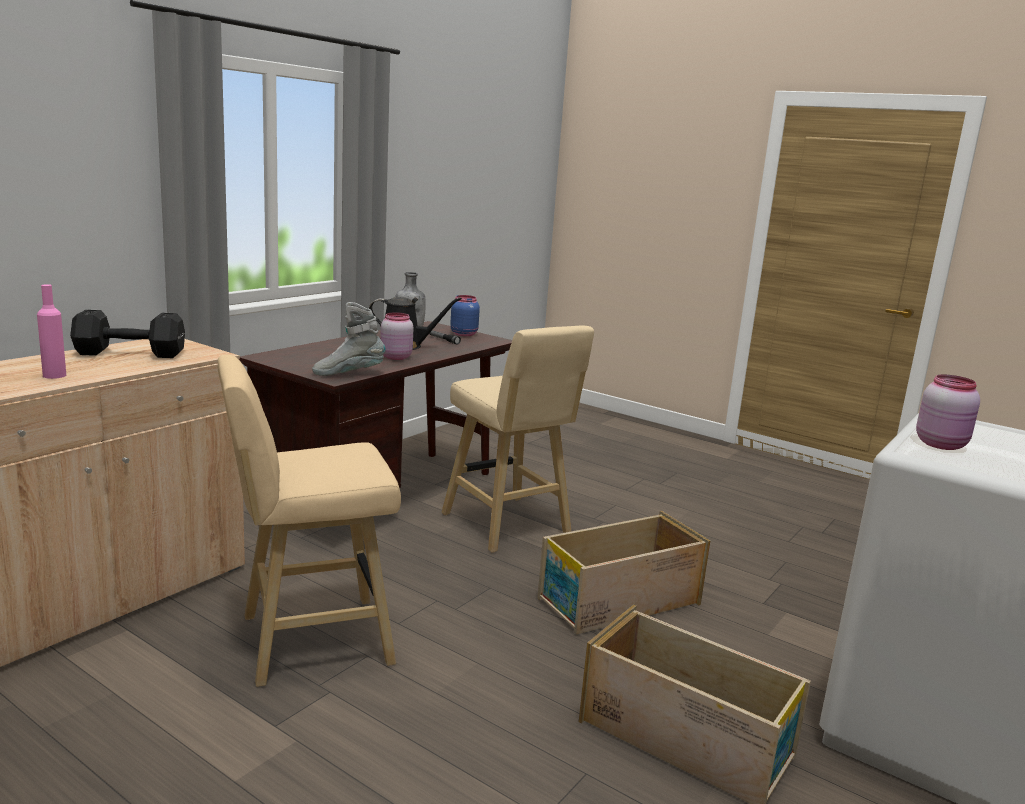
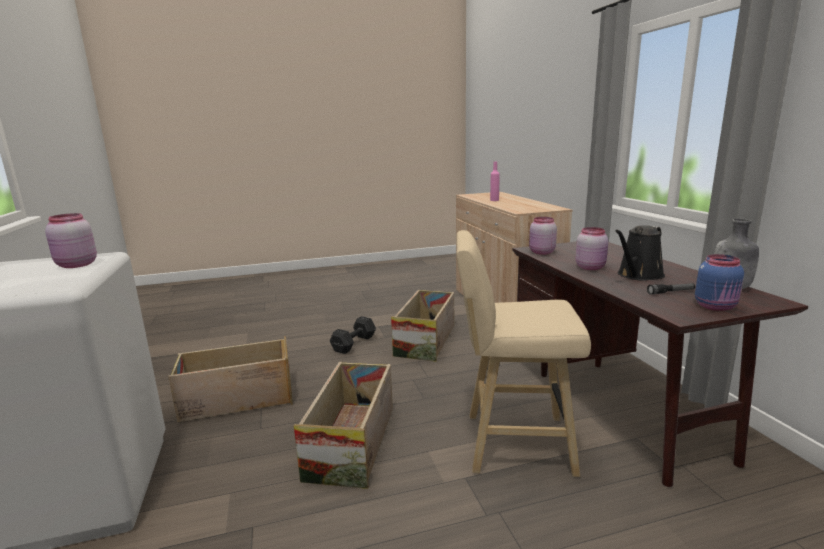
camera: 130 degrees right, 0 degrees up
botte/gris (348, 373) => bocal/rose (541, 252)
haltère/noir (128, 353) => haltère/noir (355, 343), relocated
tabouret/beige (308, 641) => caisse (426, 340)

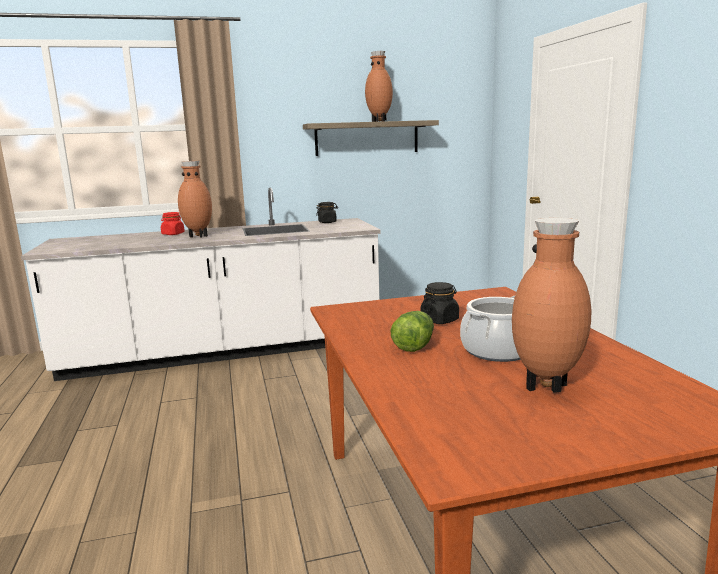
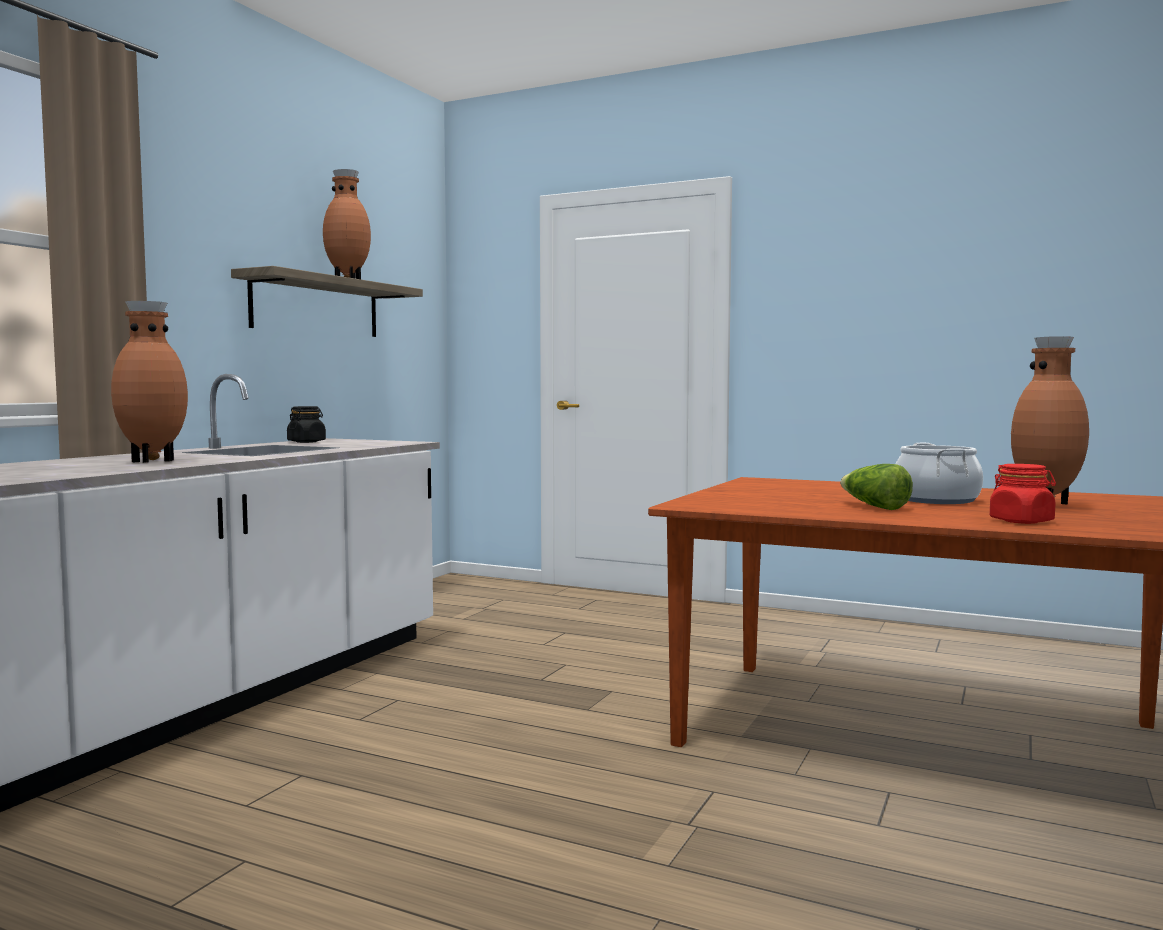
camera: 50 degrees left, 10 degrees down
bocal/rouge (173, 234) => bocal/rouge (1021, 521), relocated
bocal/noir (439, 320) => nothing

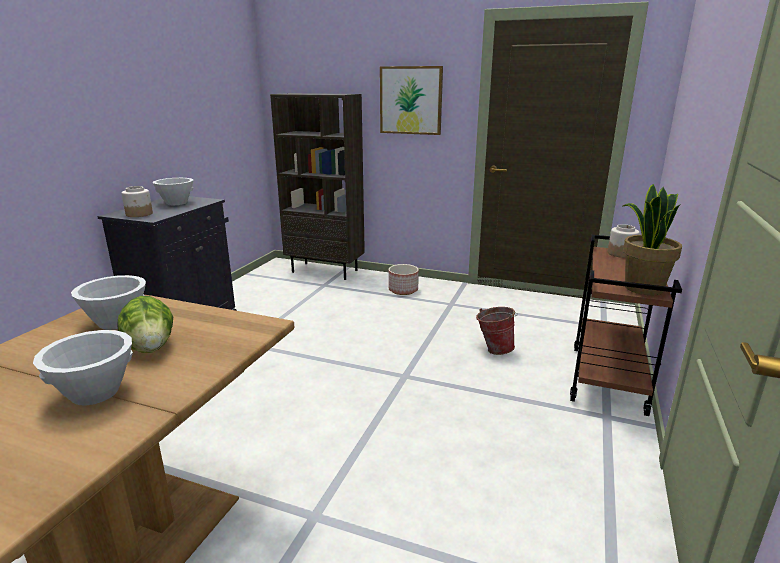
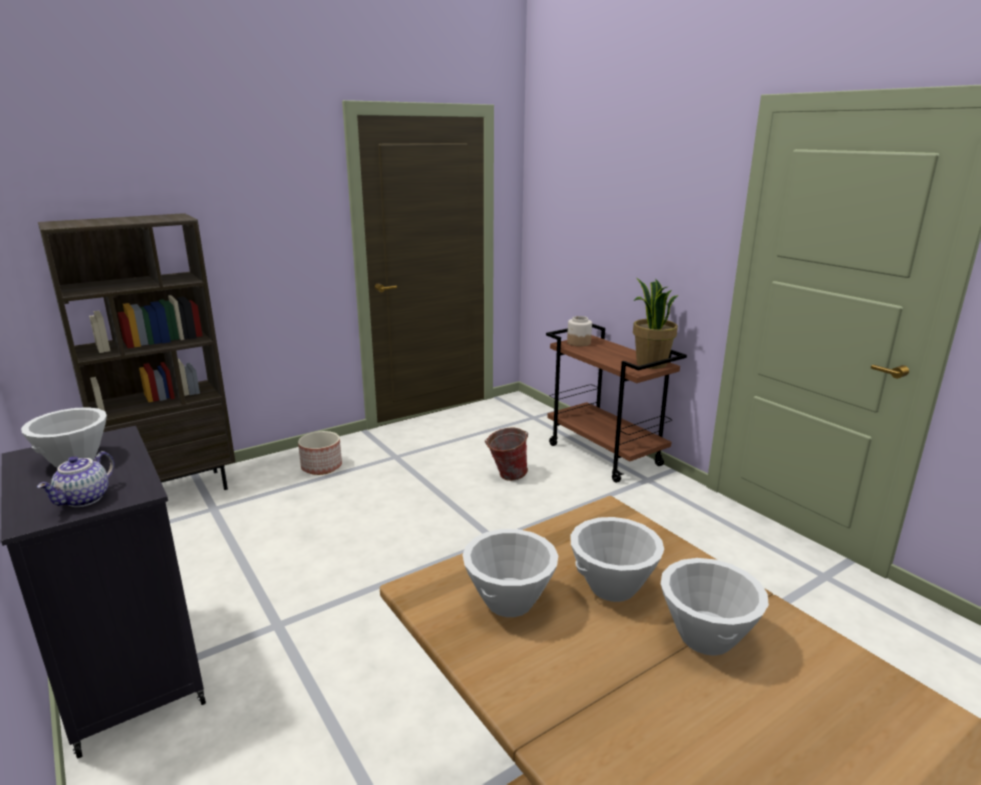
camera: 55 degrees left, 0 degrees up
tableau (411, 100) => nothing
bocal (139, 214) => théière (84, 499)
laitue (151, 347) => bol/blanc (612, 586)

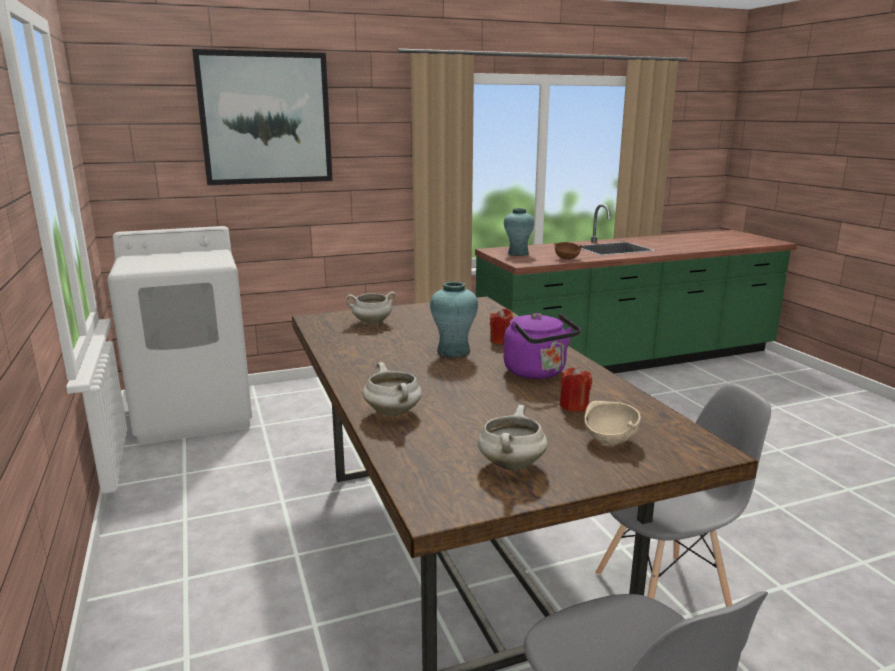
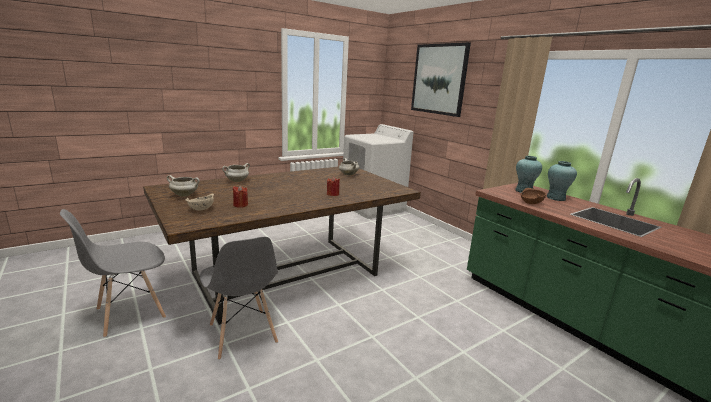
camera: 75 degrees right, 0 degrees up
vase/turquoise (453, 351) => vase/turquoise (555, 198), relocated
bouilloire/violet (538, 373) => nothing

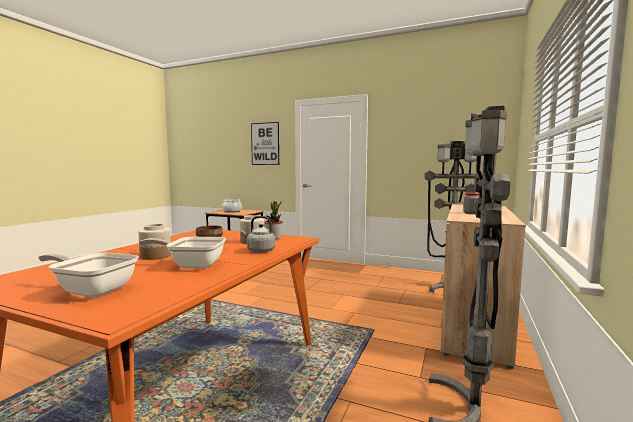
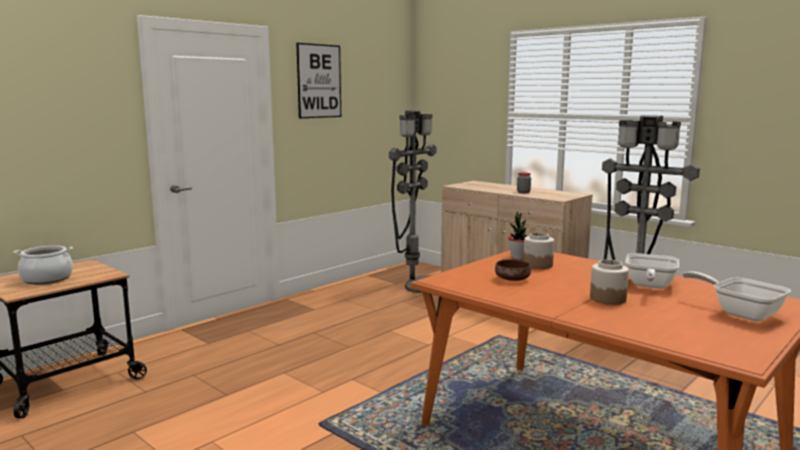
camera: 70 degrees left, 5 degrees up
tableau (265, 143) => tableau (319, 81), relocated
bouilloire/gris (259, 251) => nothing
poêle (92, 290) => poêle (740, 313), 105 degrees clockwise

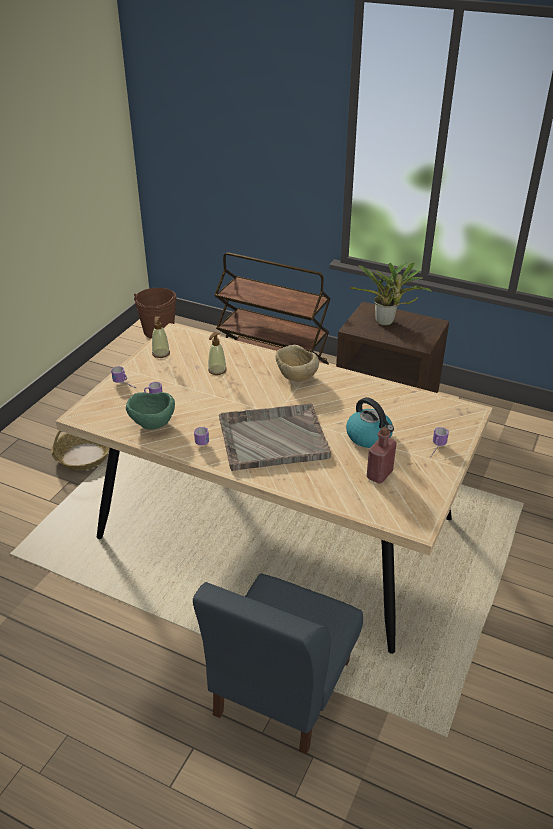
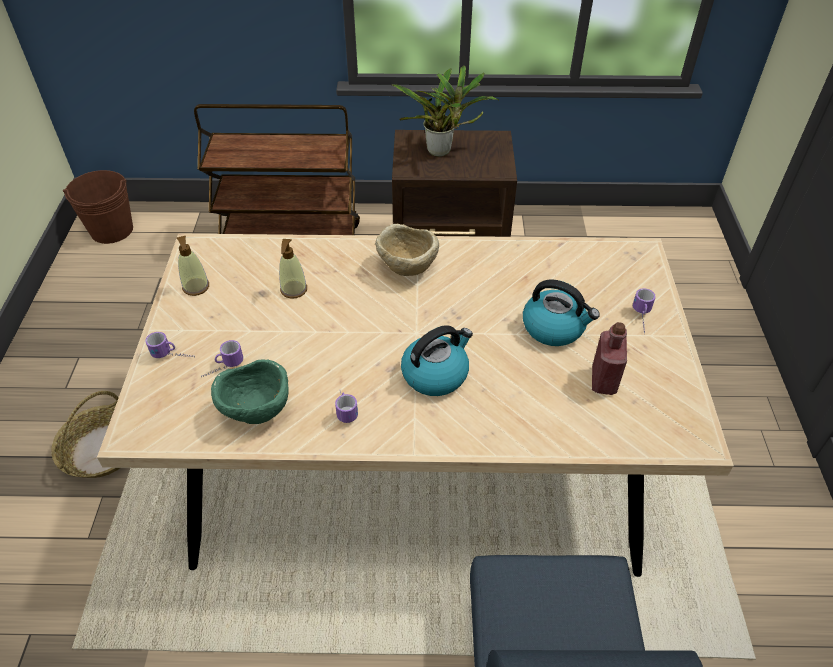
camera: 25 degrees left, 10 degrees up
plateau/gris (272, 438) => bouilloire (435, 374)

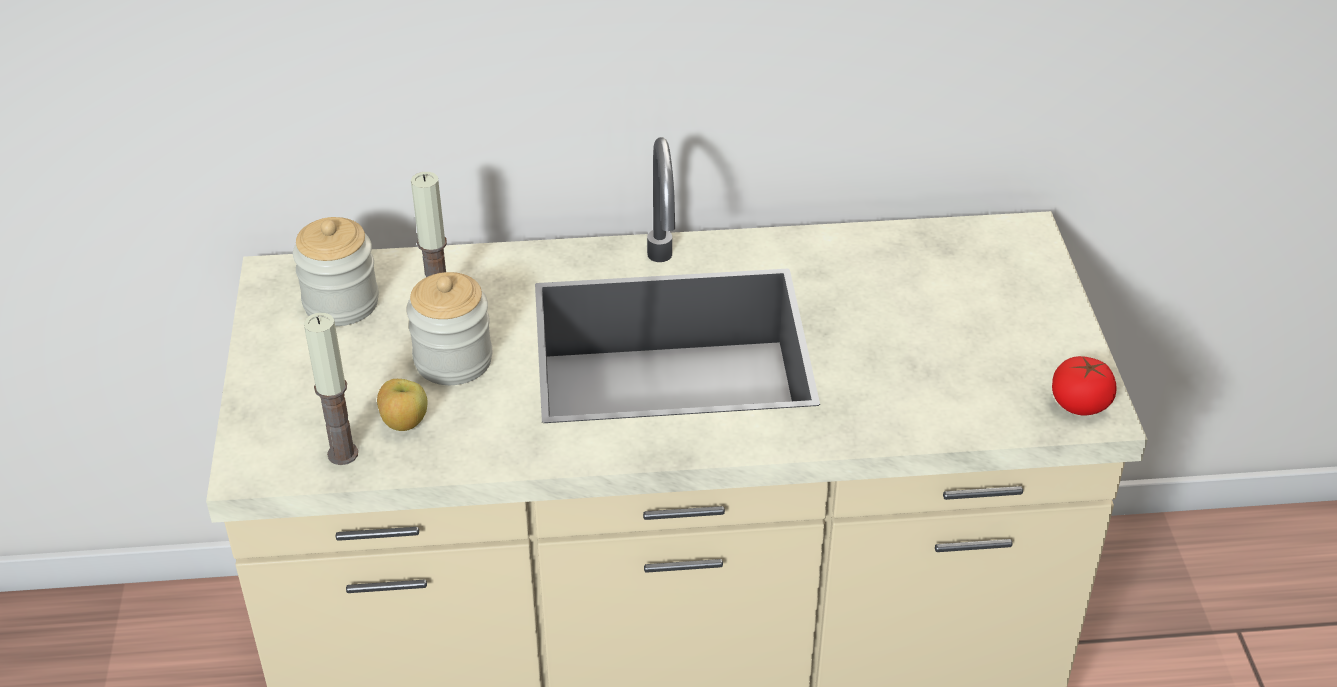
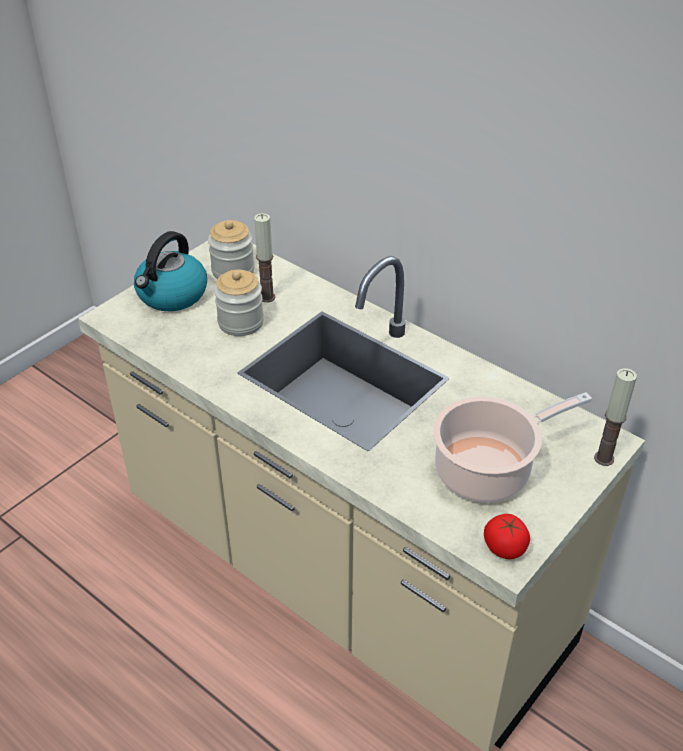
camera: 45 degrees right, 0 degrees up
bougie (343, 454) => bougie (604, 458), relocated
pomme (404, 423) => nothing
nothing => bouilloire (172, 295)
nothing => marmite (488, 470)

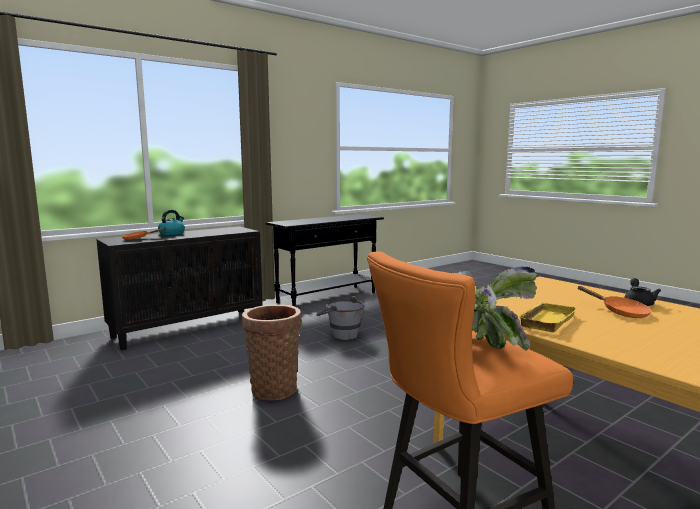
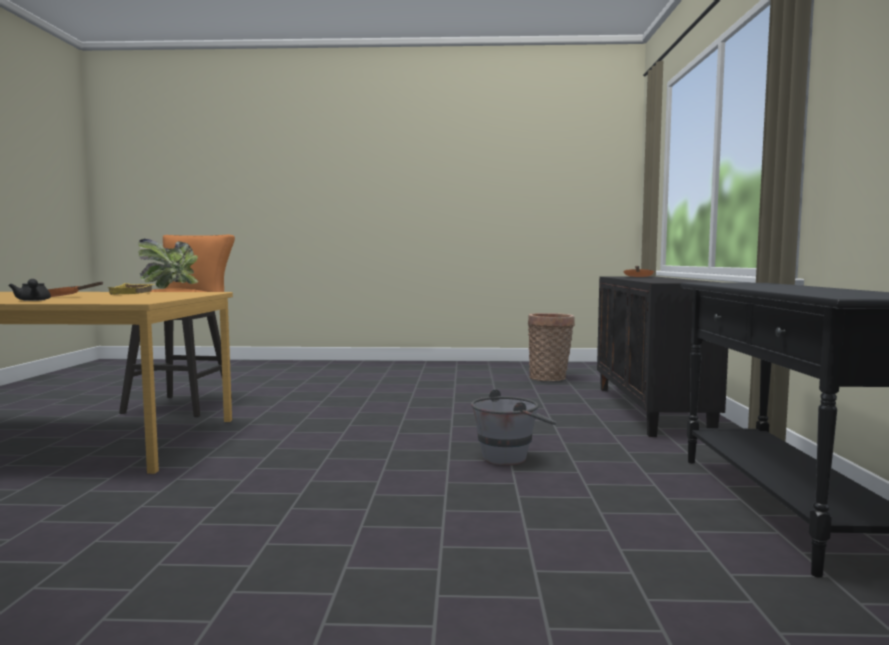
camera: 130 degrees right, 5 degrees down
bouilloire (172, 233) => nothing
panier (274, 388) => panier (550, 378), relocated

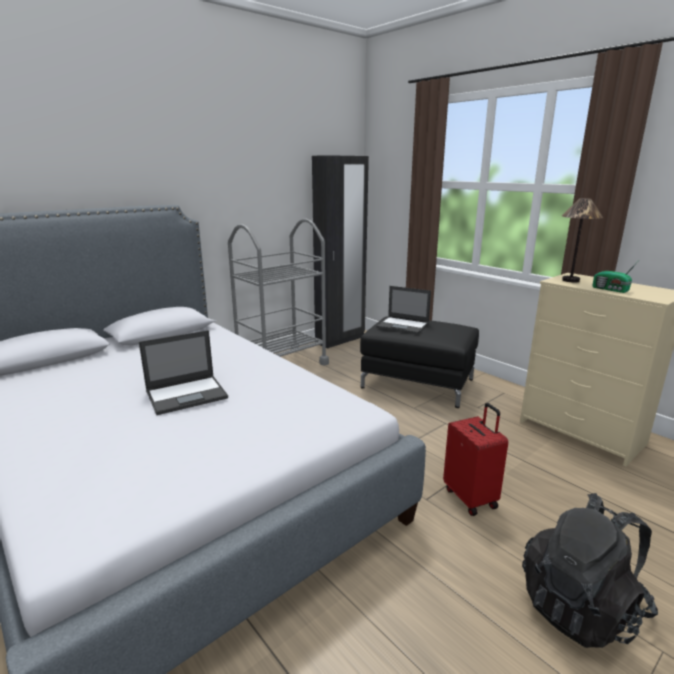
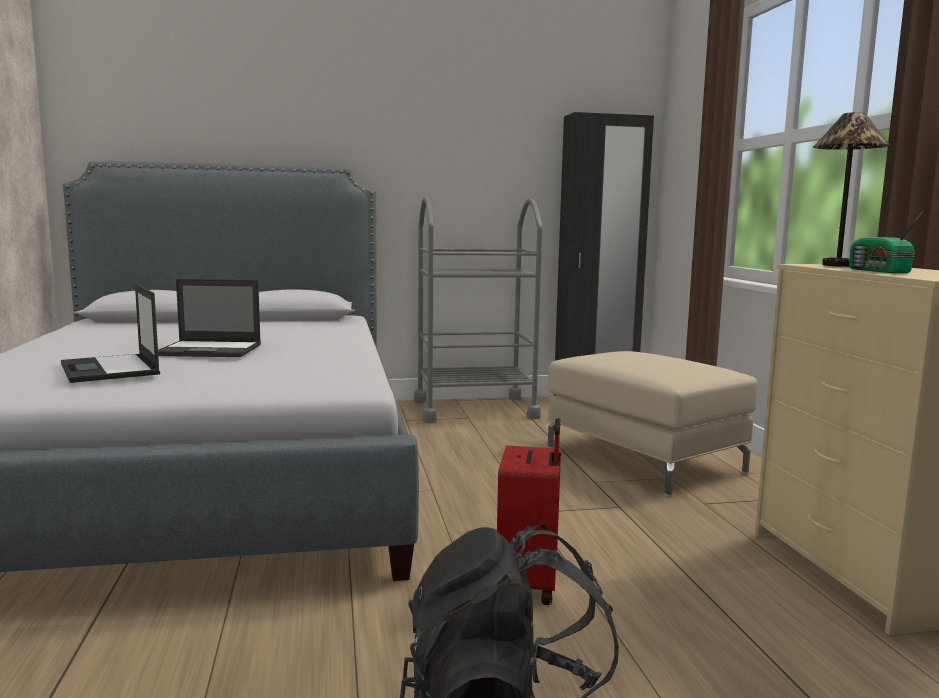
camera: 30 degrees right, 10 degrees down
ordinateur portable (403, 326) => ordinateur portable (110, 369), relocated
pouf/noir (418, 383) => pouf/beige (644, 460)

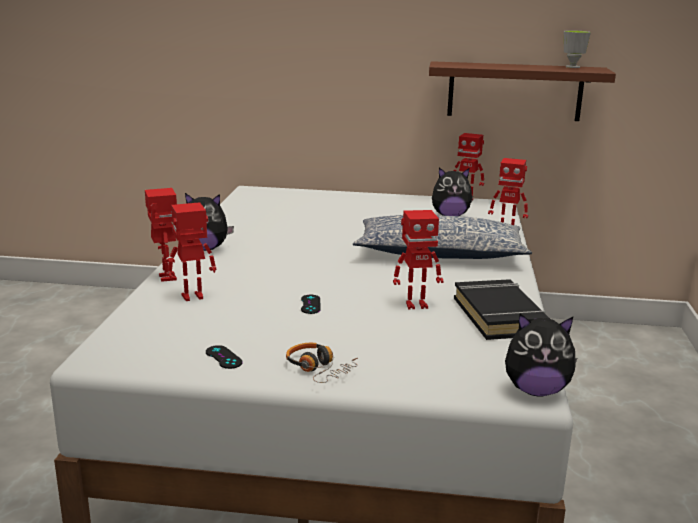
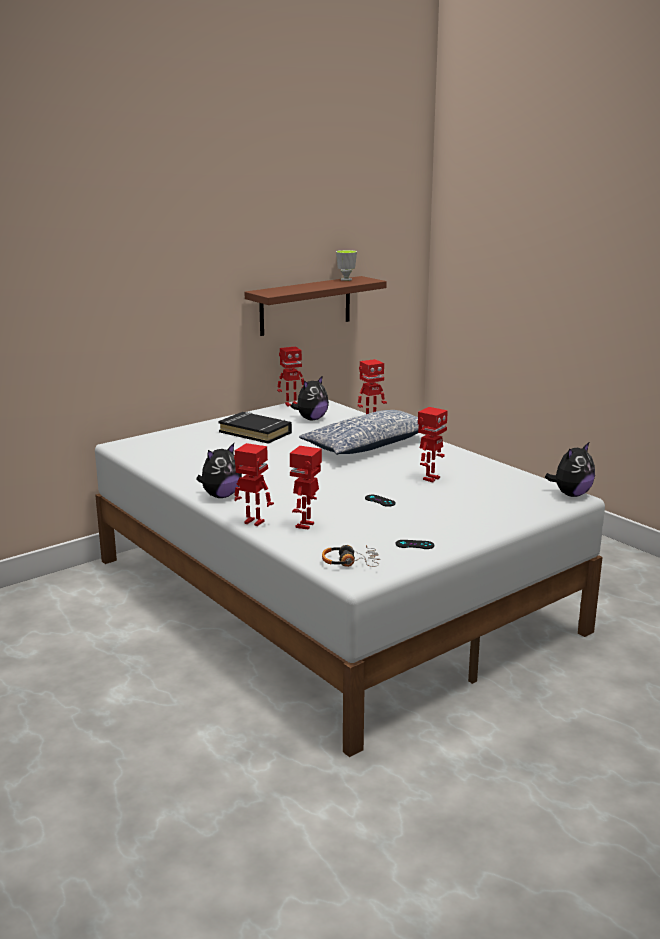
camera: 45 degrees left, 0 degrees up
livre/noir (499, 316) => livre/noir (255, 432), relocated
casque audio (319, 369) => casque audio (350, 562), relocated

